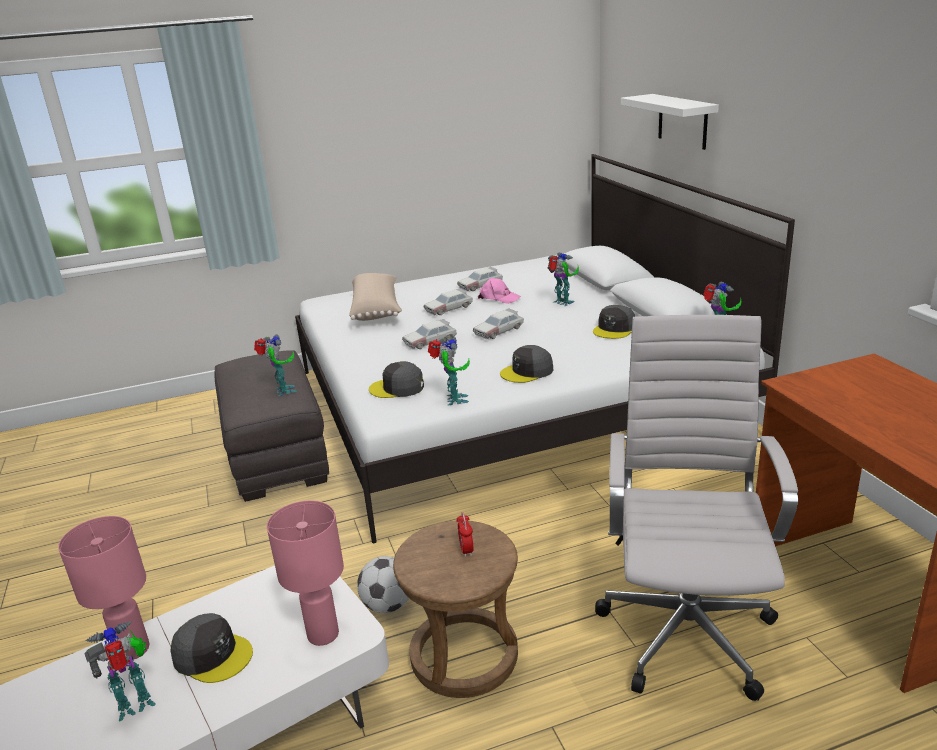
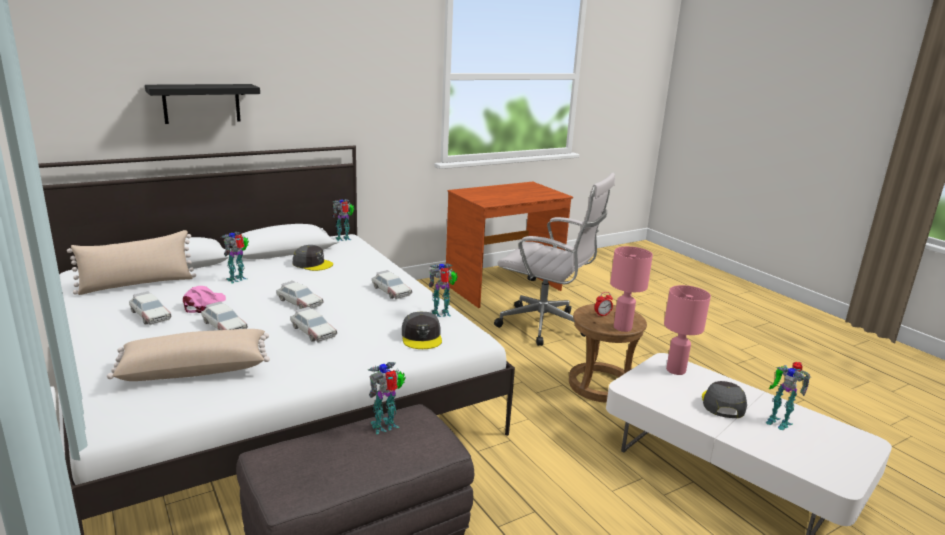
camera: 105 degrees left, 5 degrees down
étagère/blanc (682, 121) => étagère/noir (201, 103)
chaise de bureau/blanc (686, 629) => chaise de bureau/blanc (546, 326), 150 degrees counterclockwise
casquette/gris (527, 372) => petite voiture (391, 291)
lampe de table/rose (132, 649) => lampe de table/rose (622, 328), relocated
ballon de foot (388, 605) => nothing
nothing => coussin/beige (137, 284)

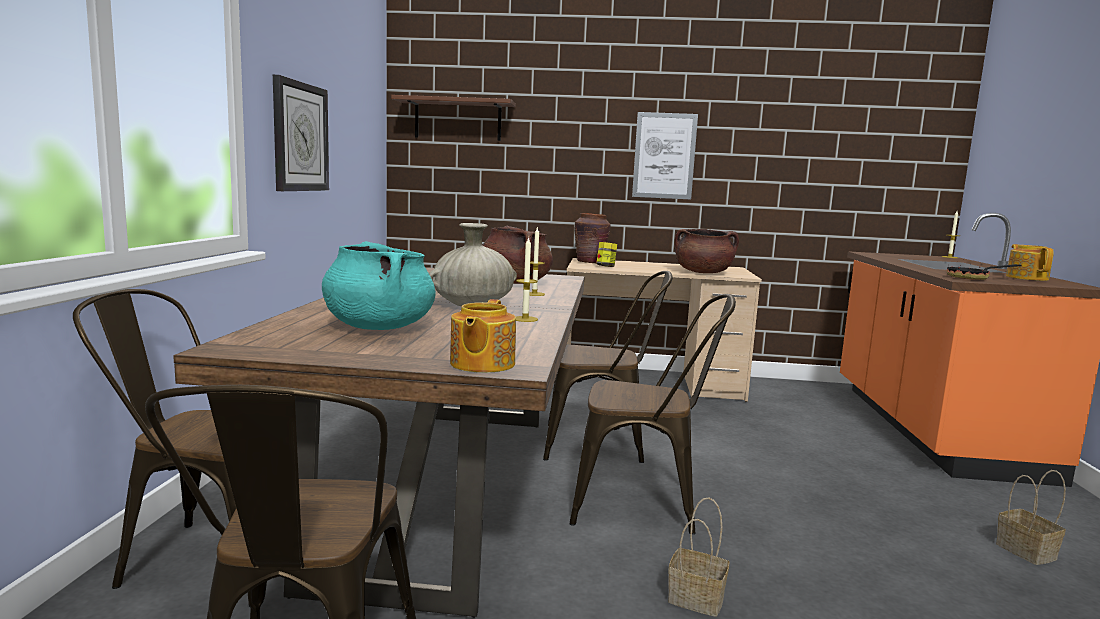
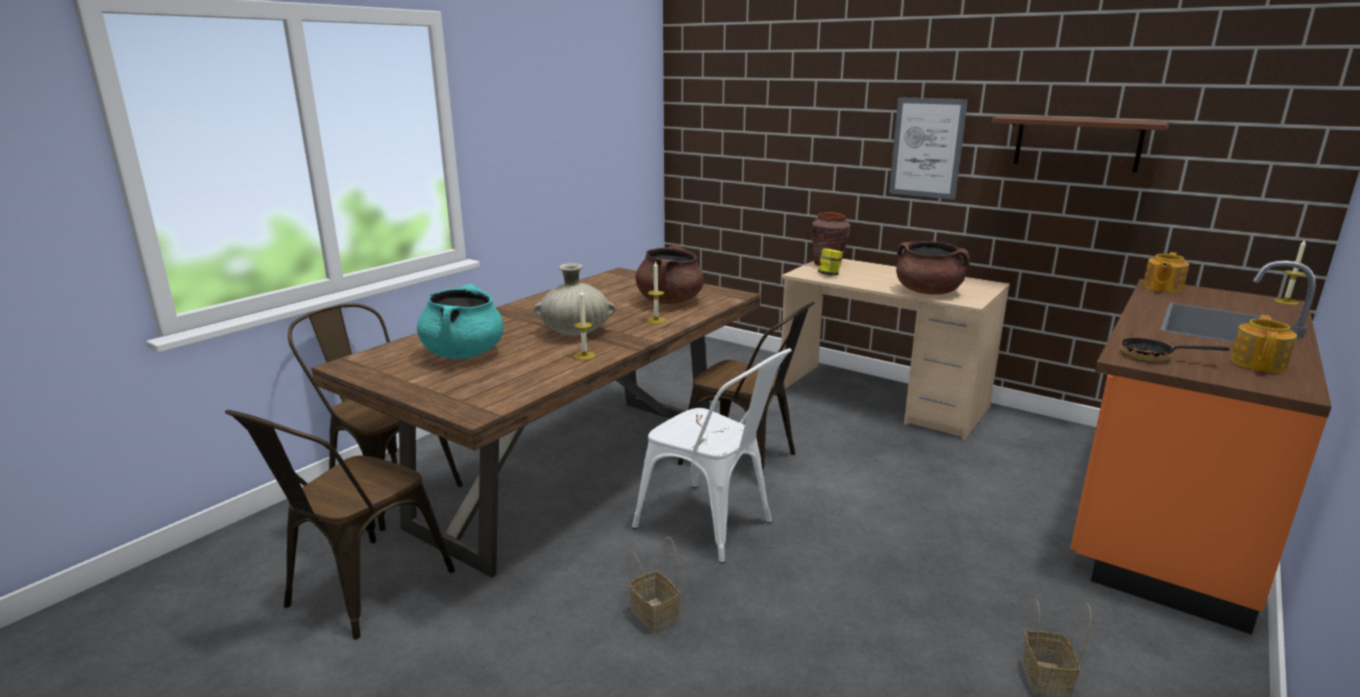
camera: 30 degrees right, 10 degrees up
horloge murale (300, 137) => nothing
étagère/marron (458, 120) => étagère/marron (1077, 143), relocated
chaise/marron (646, 505) => chaise/blanc (713, 526)
théière (481, 364) => théière (1161, 287), relocated

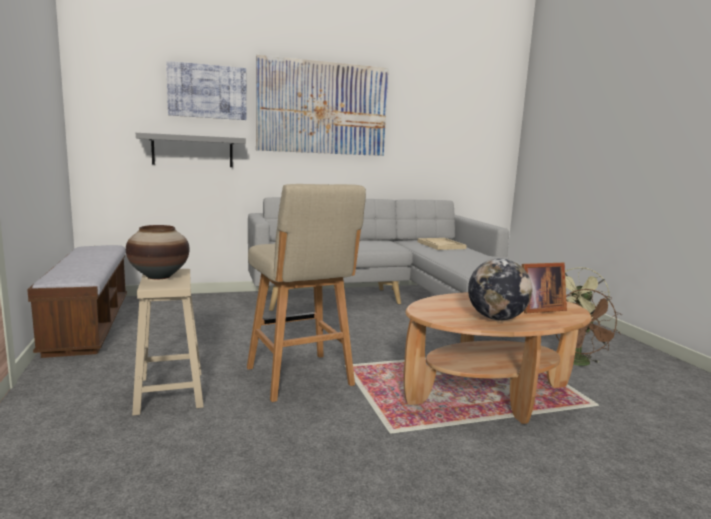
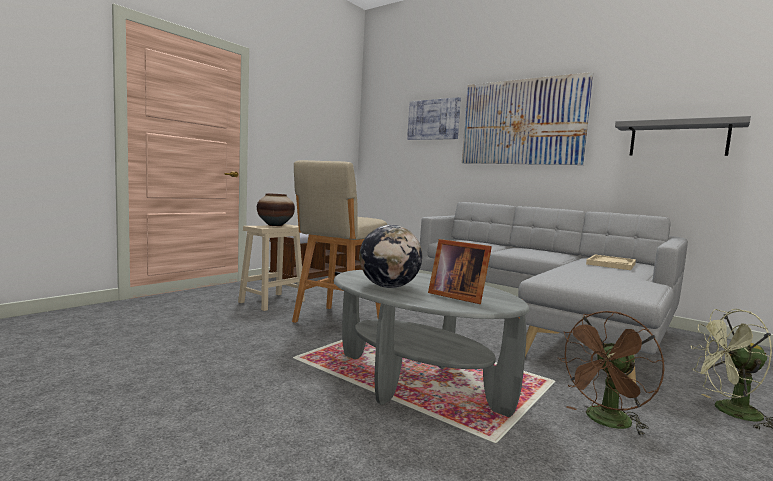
camera: 55 degrees right, 5 degrees down
étagère/gris (192, 151) => étagère/gris (678, 139), relocated
table basse/marron (490, 395) => table basse/gris (417, 382)

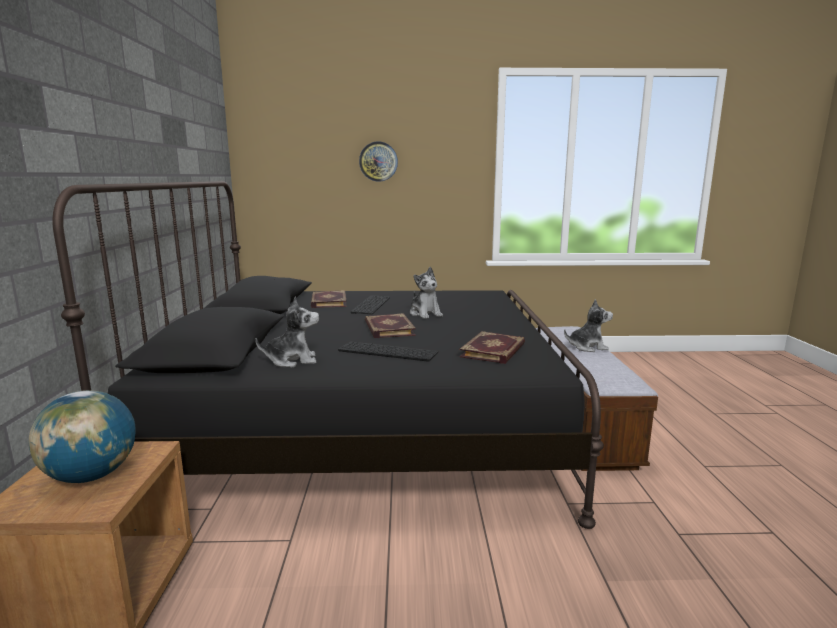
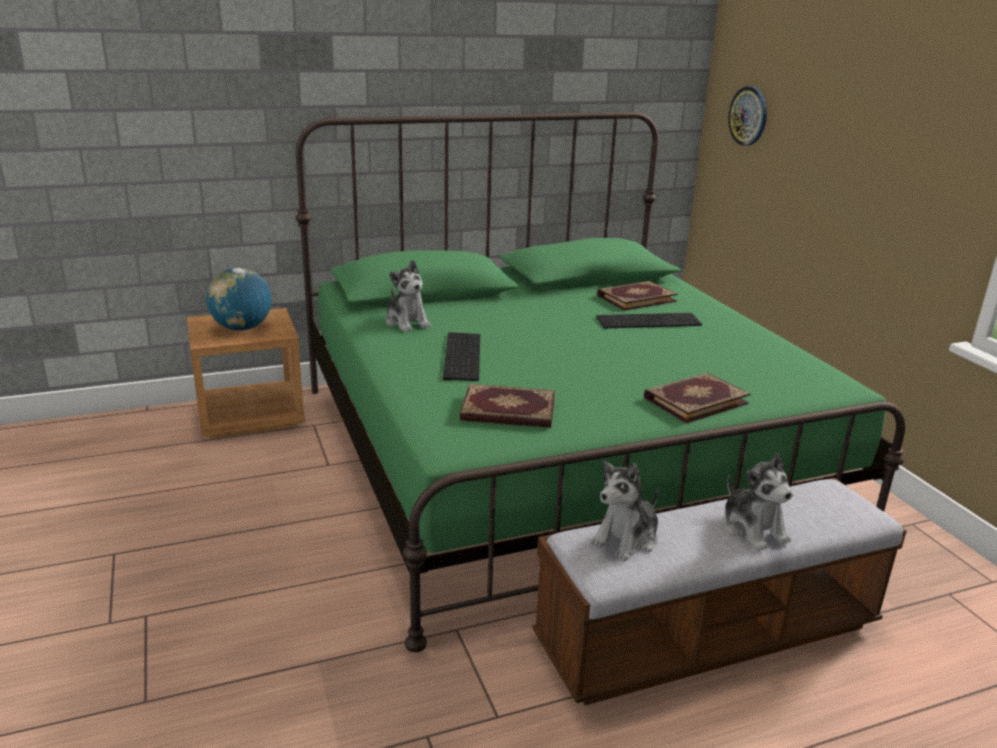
camera: 70 degrees right, 10 degrees up
horloge murale (378, 161) => horloge murale (748, 116), relocated
lit/noir (366, 424) => lit/vert (555, 455)
peluche (425, 314) => peluche (627, 539), relocated
livre (388, 328) => livre (694, 400), relocated

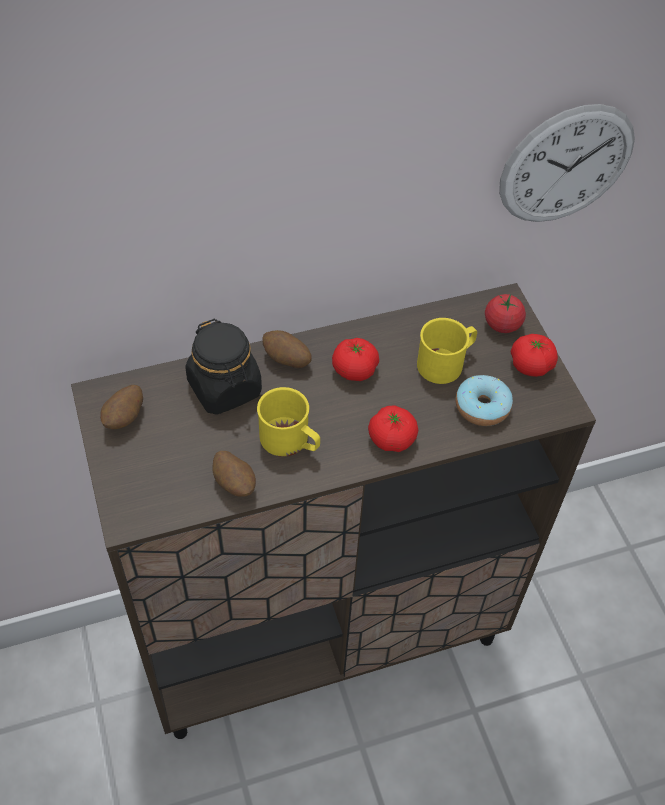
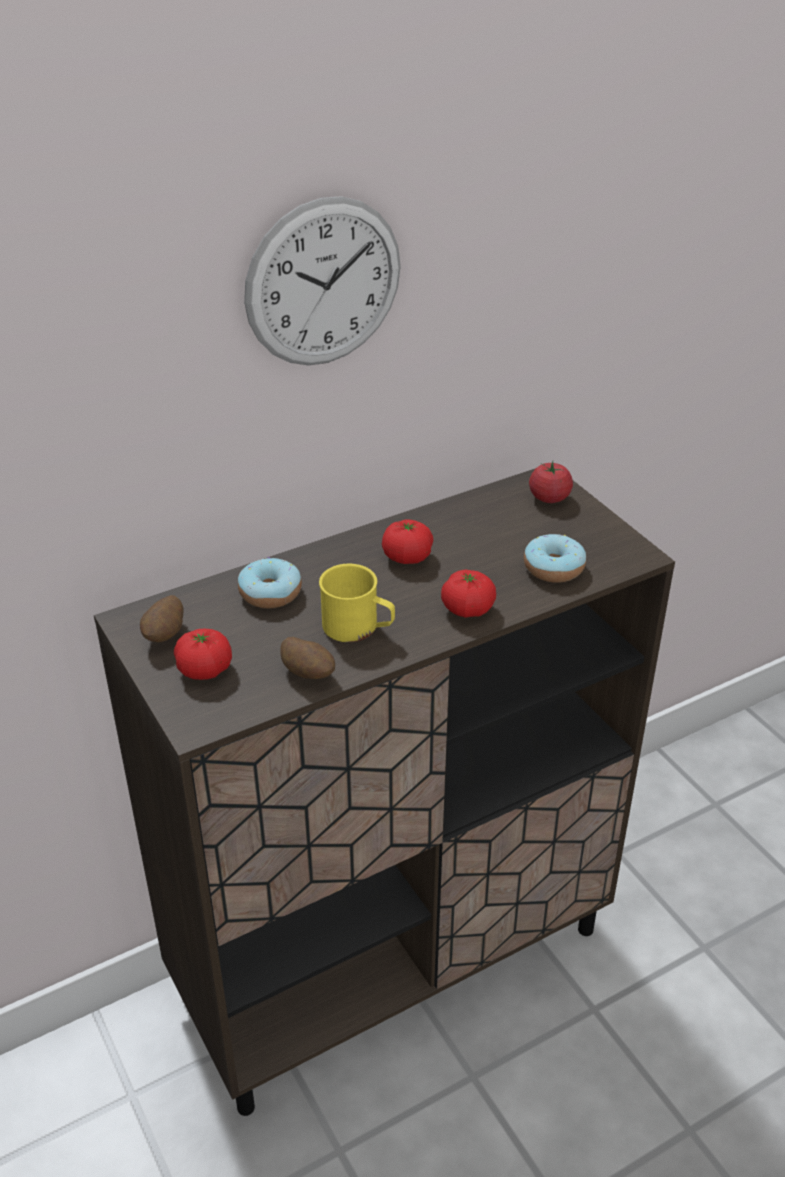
camera: 10 degrees left, 15 degrees down
horloge murale (566, 165) => horloge murale (324, 283), relocated
mug/jaune (446, 363) => nothing
bocal/noir (225, 388) => beignet (270, 593)
pomme de terre (286, 360) => nothing
tomate (530, 365) => tomate (204, 669), relocated

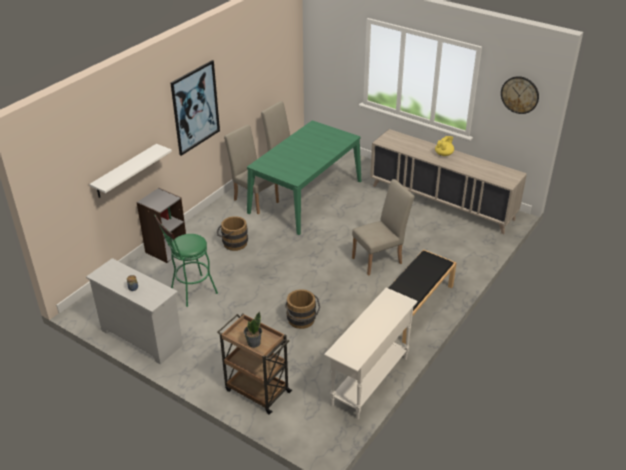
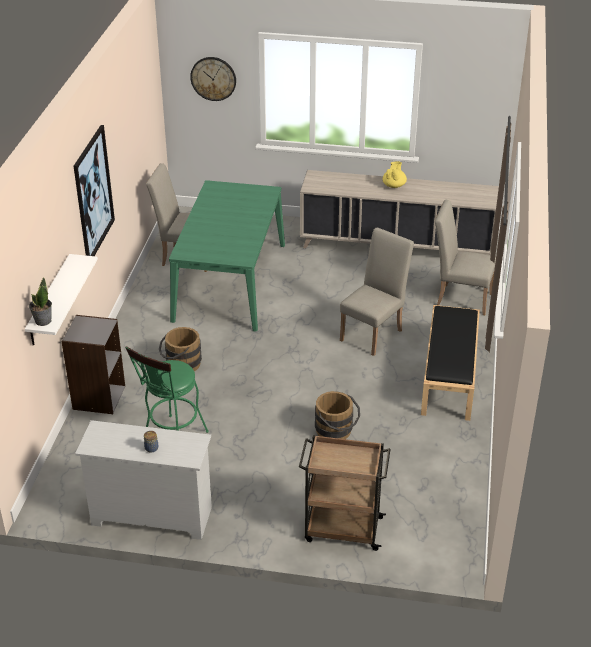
camera: 25 degrees left, 0 degrees up
horloge murale (520, 94) => horloge murale (213, 78), relocated
chaise/beige (254, 199) => chaise/beige (459, 298), relocated
table console/blanc (369, 381) => nothing
plante en pot (253, 343) => plante en pot (43, 321), relocated

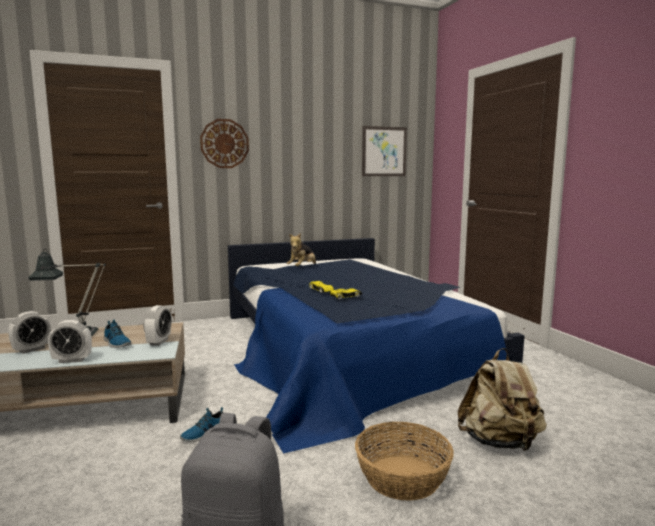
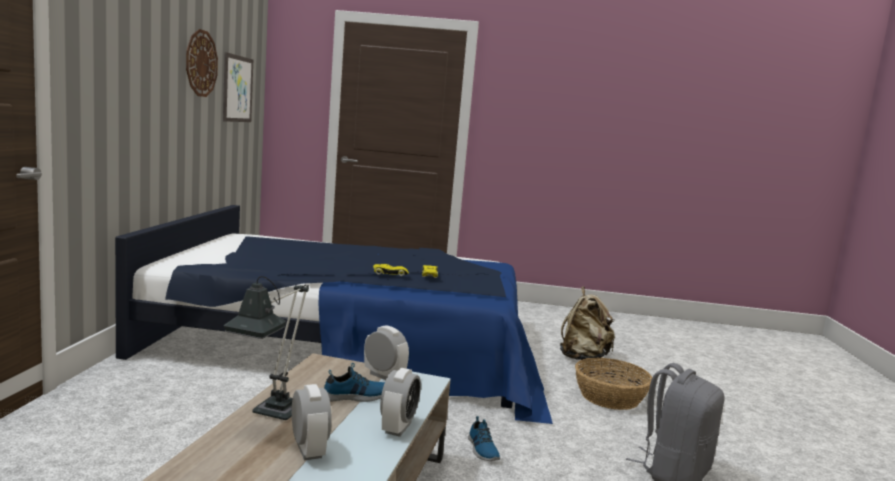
camera: 65 degrees left, 0 degrees up
horloge murale (224, 143) => horloge murale (201, 63), relocated
peluche (302, 267) => nothing

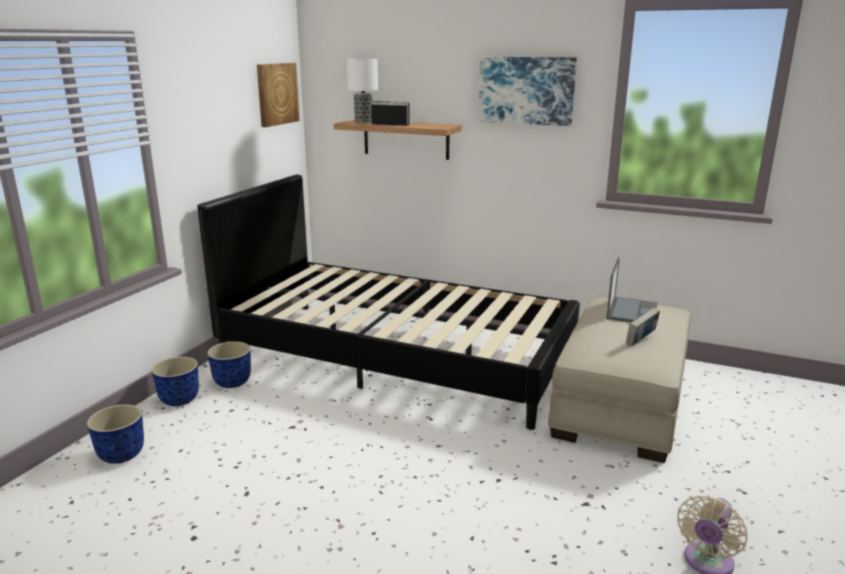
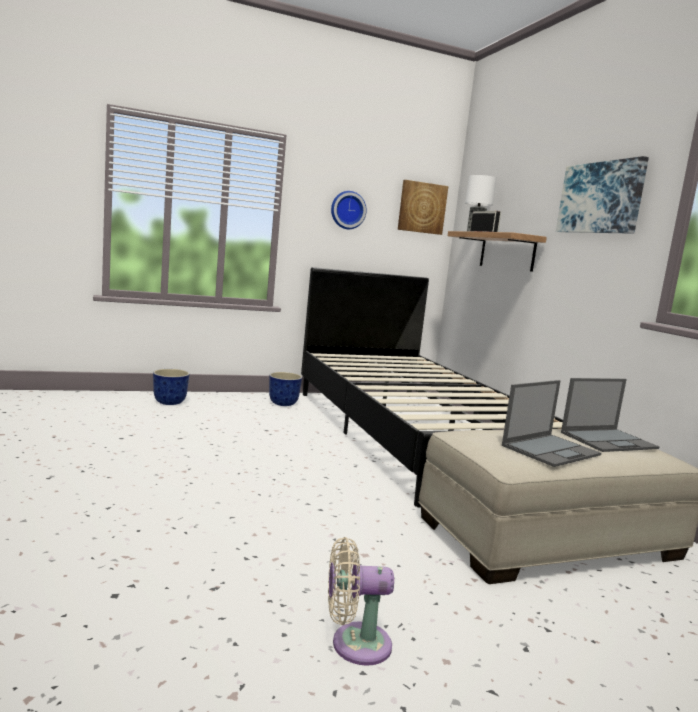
camera: 45 degrees right, 10 degrees down
livre (641, 341) => ordinateur portable (551, 450)
cache-pot (180, 400) => nothing
nothing => horloge murale (347, 210)

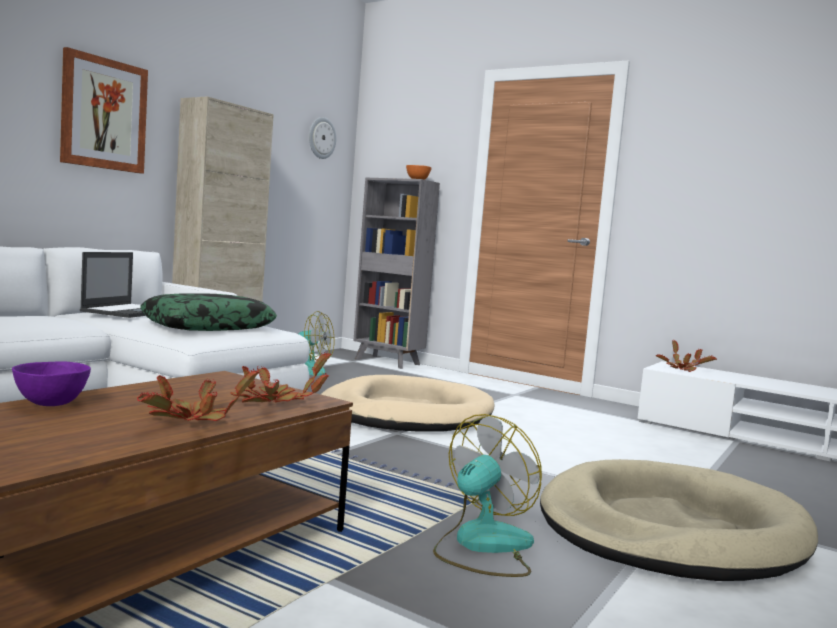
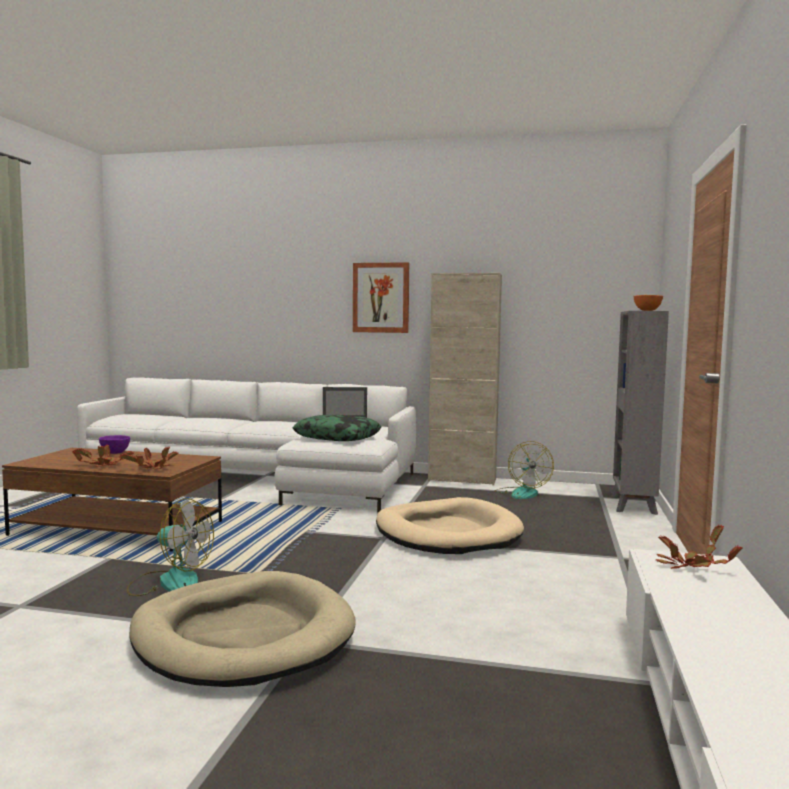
camera: 70 degrees right, 0 degrees up
horloge murale (321, 138) => nothing

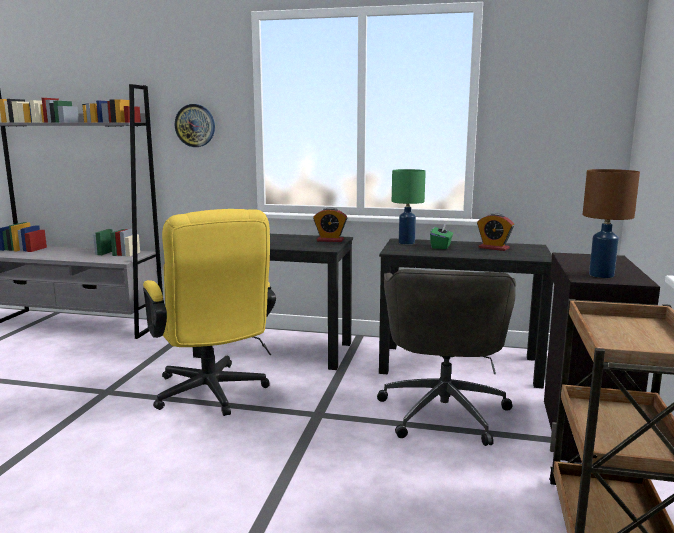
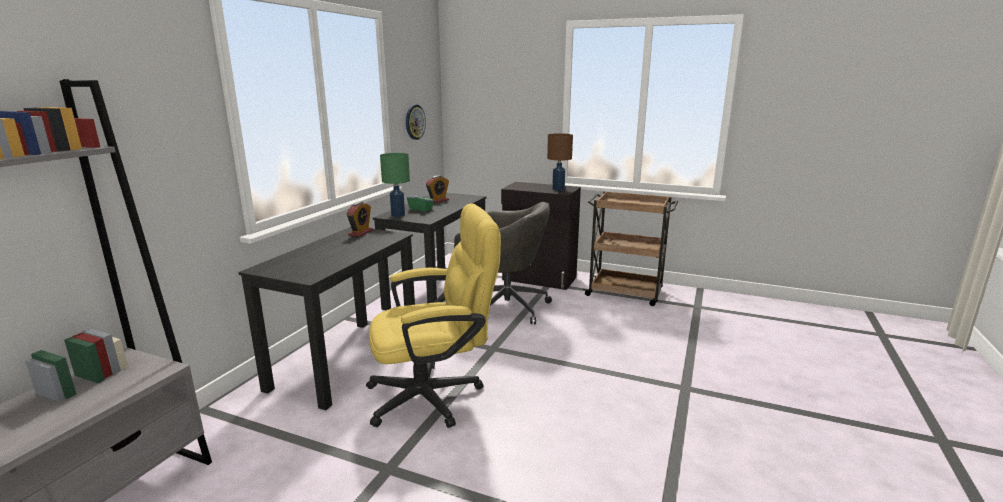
camera: 80 degrees left, 5 degrees up
horloge murale (195, 125) => horloge murale (414, 122), relocated

